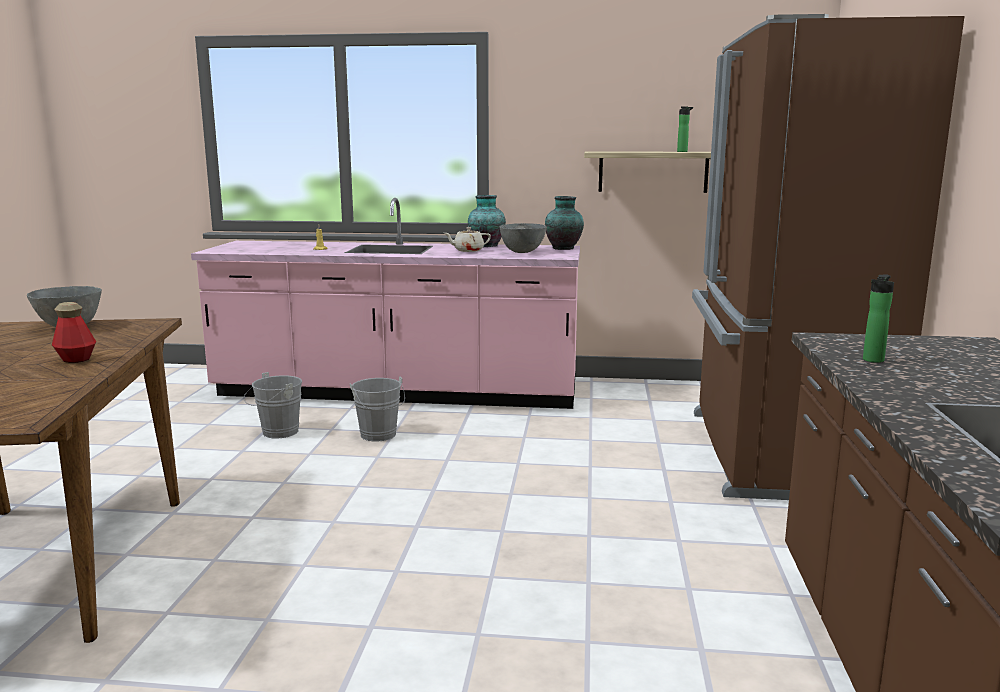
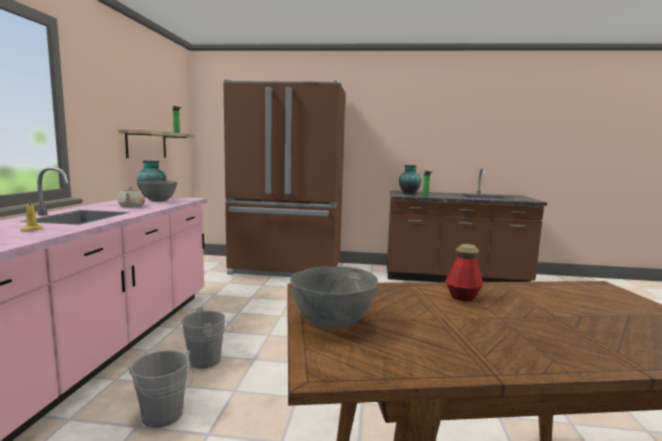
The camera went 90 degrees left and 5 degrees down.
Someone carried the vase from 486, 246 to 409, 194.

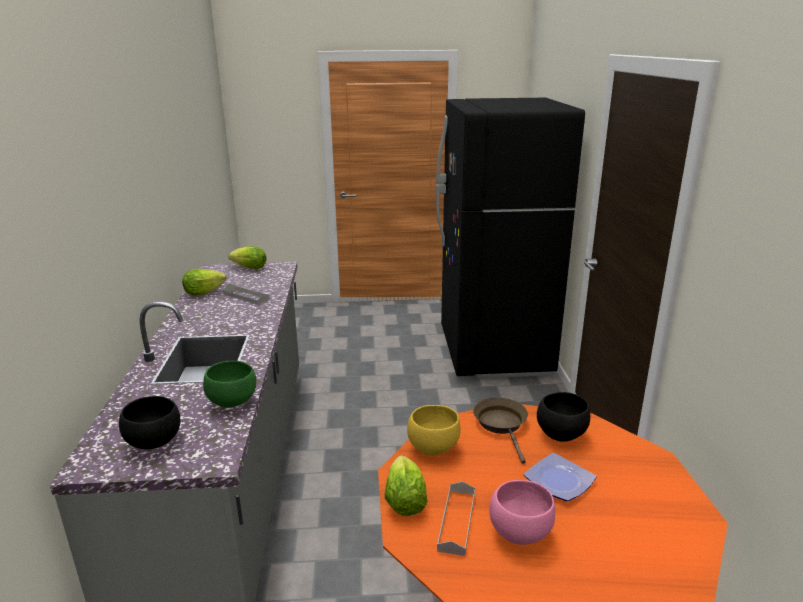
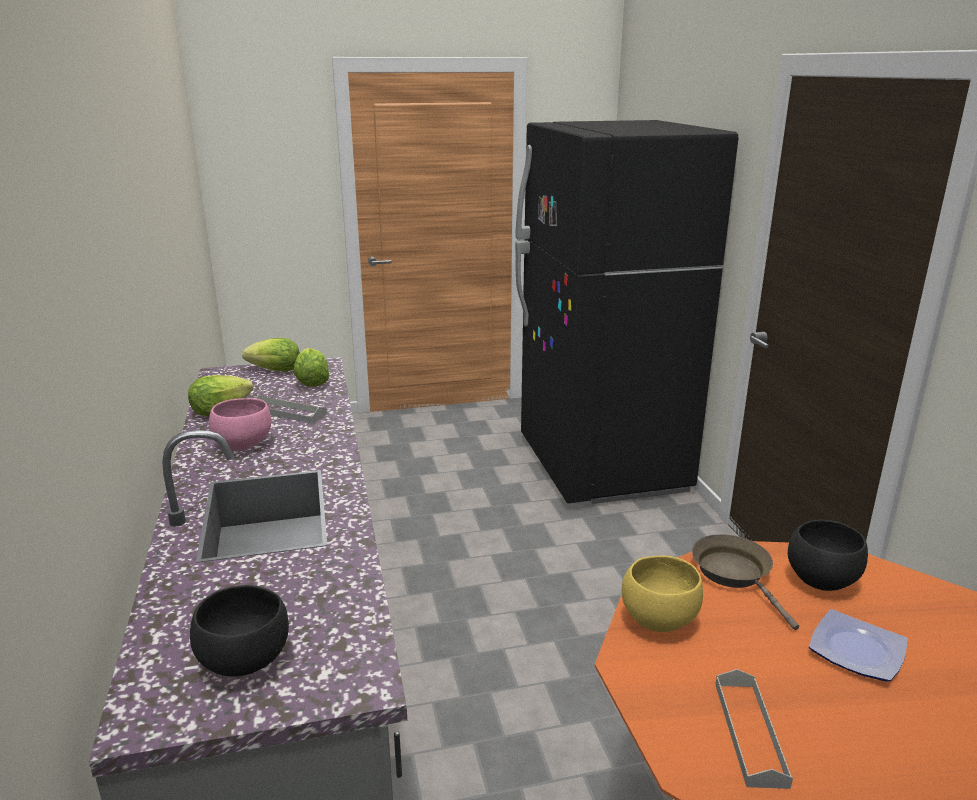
The camera went 10 degrees left and 0 degrees up.
Someone carried the pink-coloured deep dish from 519, 532 to 243, 445.
Someone carried the head of lettuce from 404, 501 to 312, 382.
Someone took away the green-coloured deep dish at 233, 402.

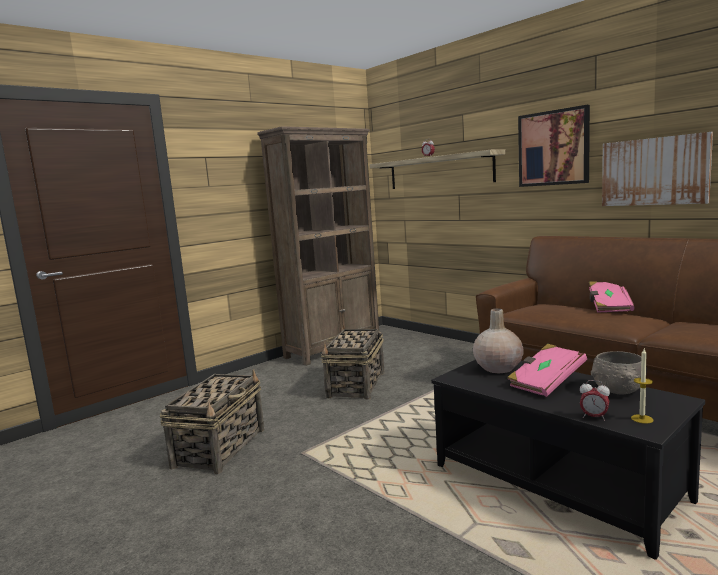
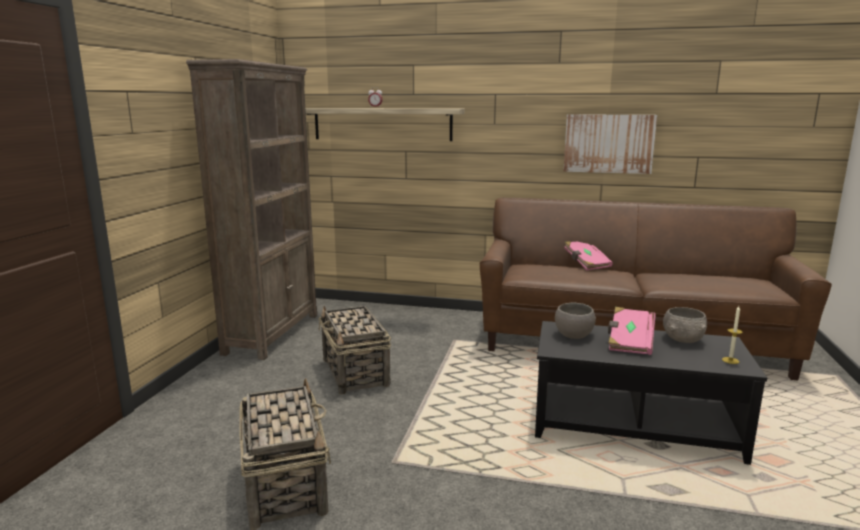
The camera went 35 degrees left and 5 degrees up.
Someone swapped the sand-coloured vase at 498, 368 for the greyish deep dish at 573, 334.
Someone took away the wall picture at 553, 148.
Someone took away the alarm clock at 594, 417.

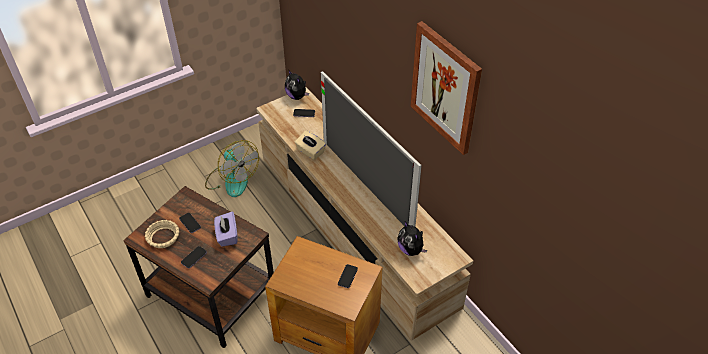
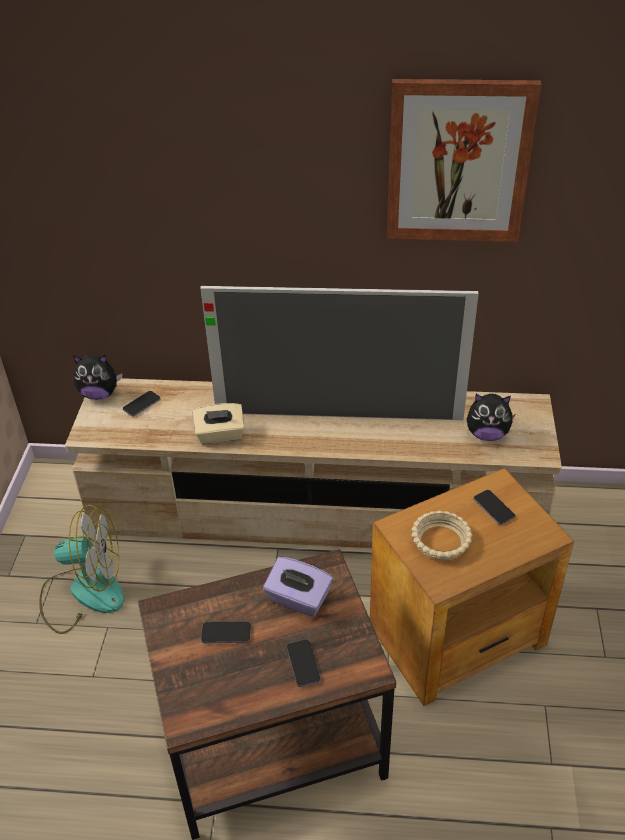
The camera went 50 degrees left and 5 degrees down.
Someone carried the sand-coloured deep dish from 163, 237 to 440, 541.

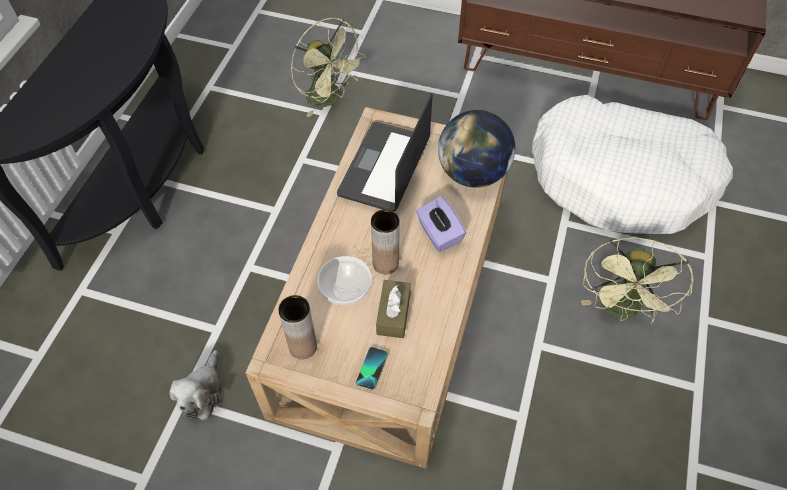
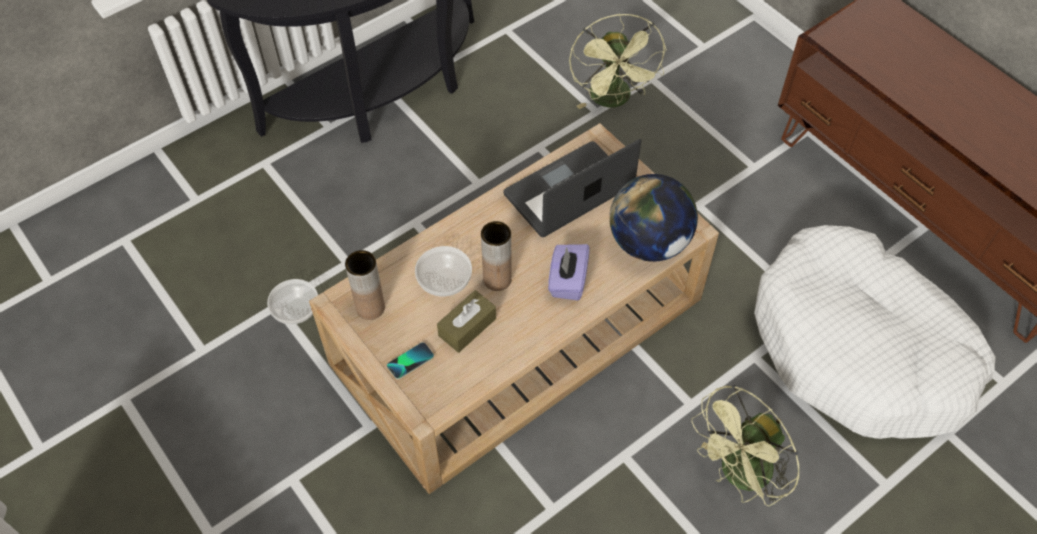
The camera went 35 degrees right and 0 degrees up.
Someone swapped the plush toy at 202, 392 for the deep dish at 296, 309.

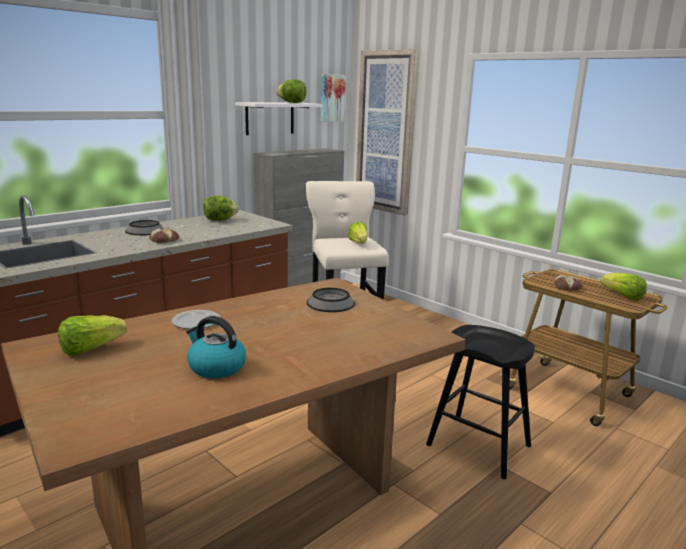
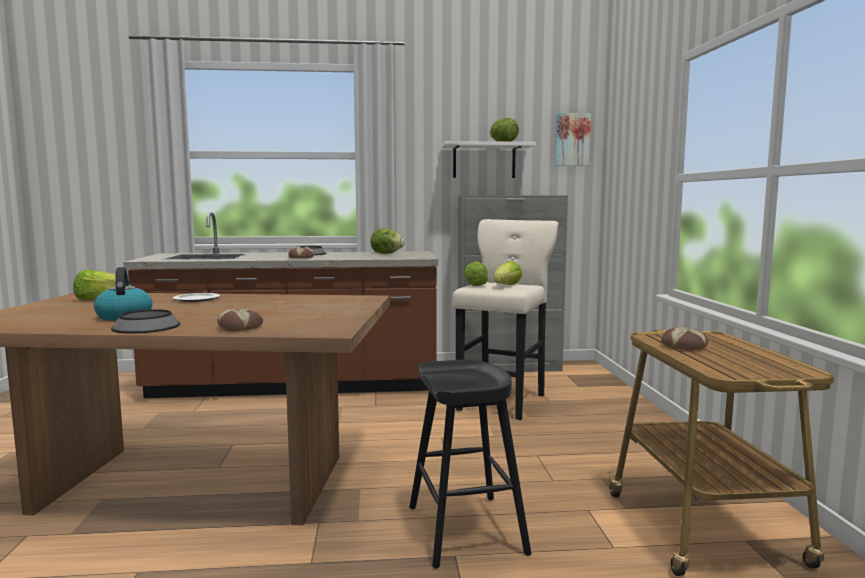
The camera went 40 degrees right and 10 degrees down.
Someone carried the deep dish from 330, 303 to 146, 326.
Someone put down the bread at 240, 327.
Someone carried the head of lettuce from 622, 296 to 475, 284.
Someone took away the wall picture at 386, 133.

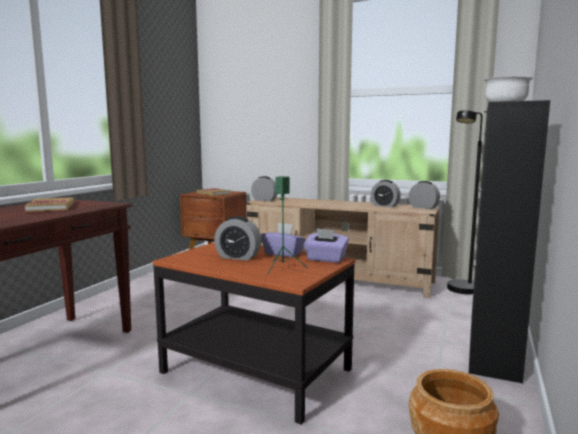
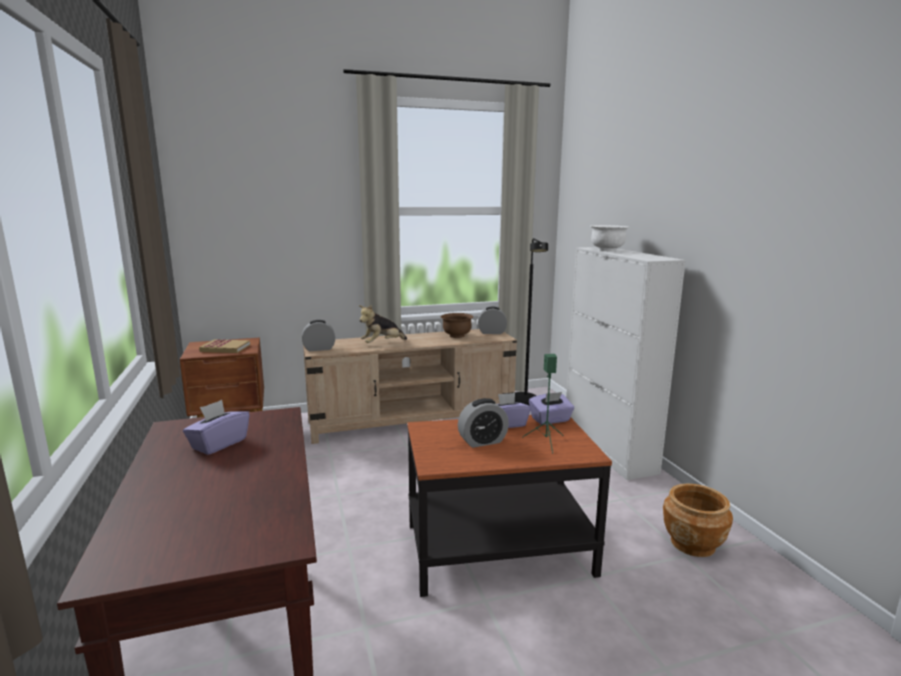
The camera went 40 degrees left and 5 degrees up.
Someone swapped the bound book at 51, 207 for the purple tissue holder at 218, 444.
Someone put down the plush toy at 382, 344.
Someone swapped the alarm clock at 385, 205 for the brown deep dish at 456, 336.
Someone repainted the black cupboard at 492, 345, which became the white-coloured cupboard at 608, 449.

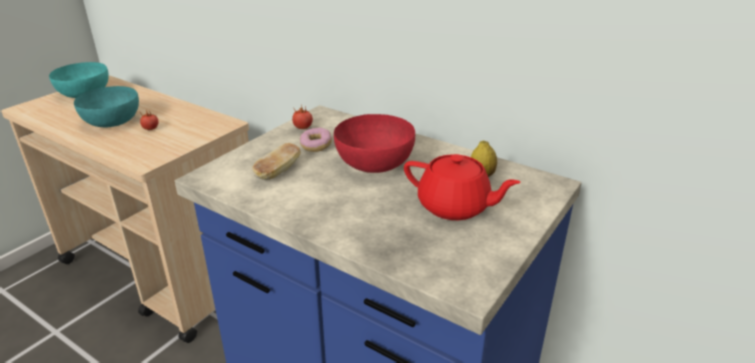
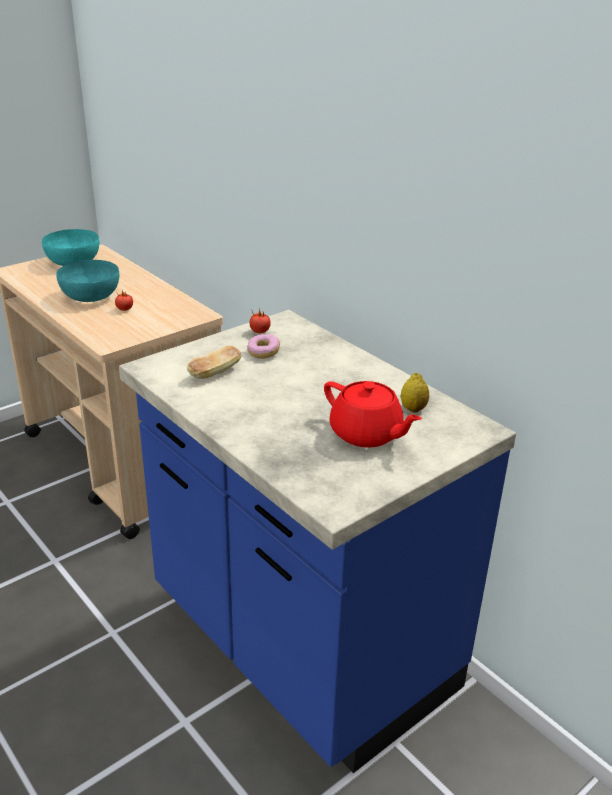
The camera went 15 degrees right and 0 degrees up.
Someone took away the reddish deep dish at 375, 164.

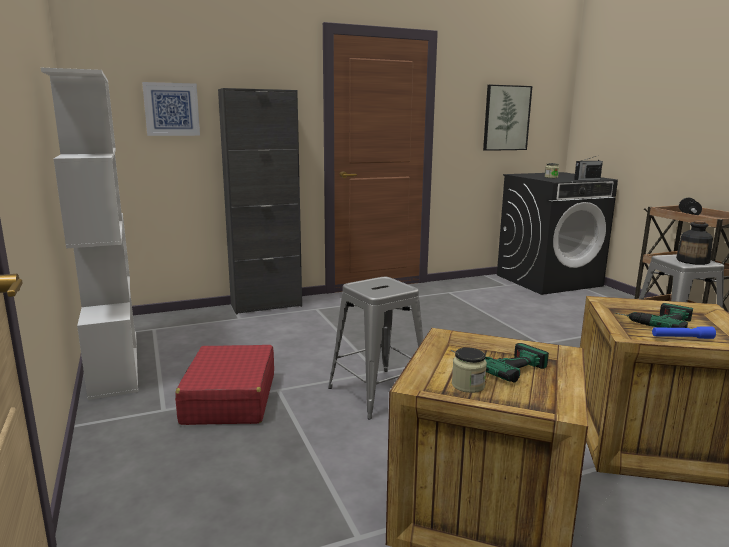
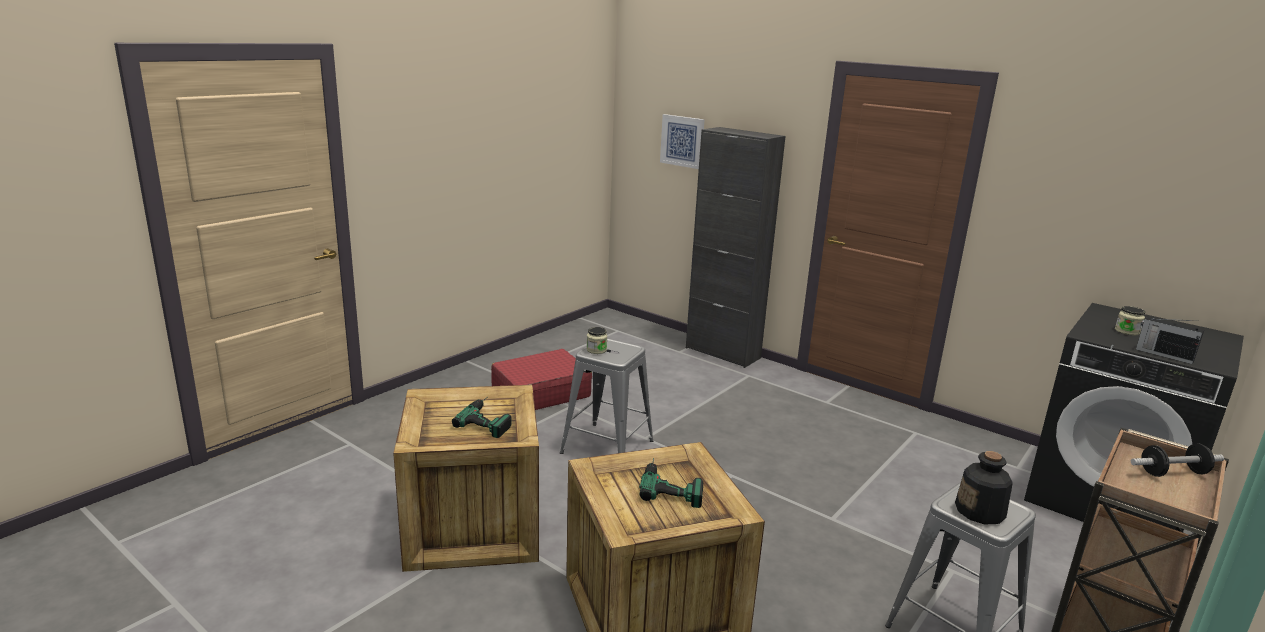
The camera went 60 degrees right and 5 degrees up.
Someone carried the preserve jar from 468, 385 to 596, 350.
Someone took away the white-coloured bookcase at 114, 362.
Someone took away the wall picture at 506, 118.
Someone took away the blue hand torch at 682, 337.

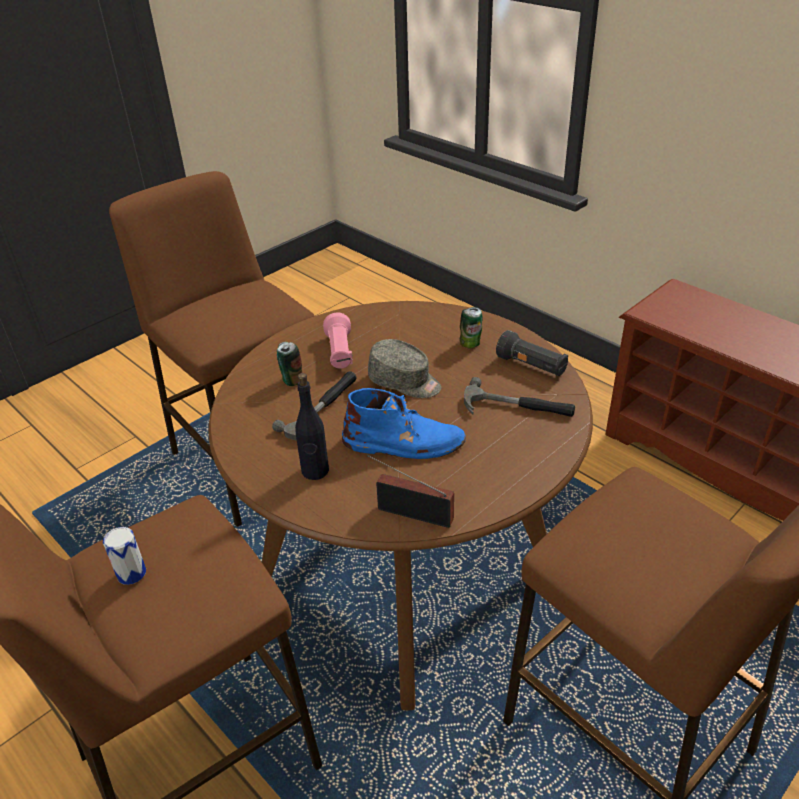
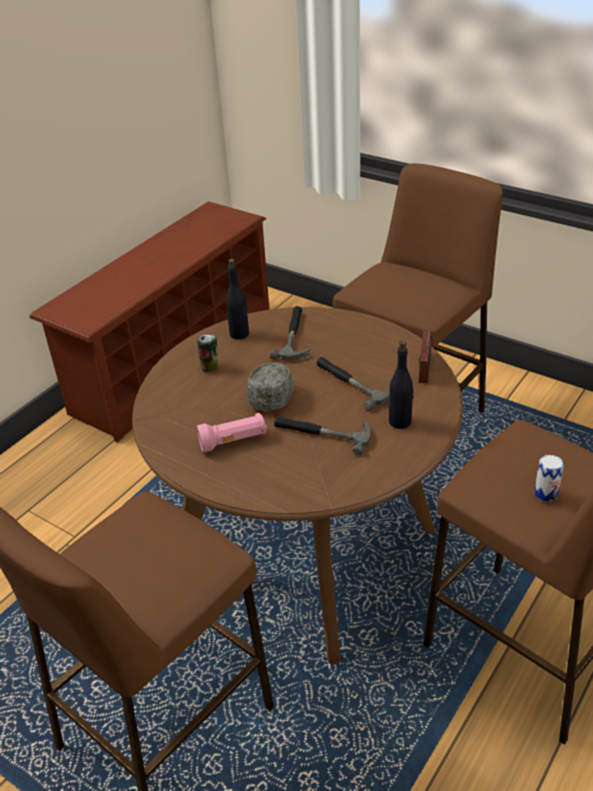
The camera went 100 degrees left and 0 degrees up.
Someone swapped the black hand torch at 531, 366 for the black bottle at 239, 334.
Someone swapped the blue high-top boot at 404, 443 for the hammer at 352, 383.
Someone took away the sealed can at 292, 380.

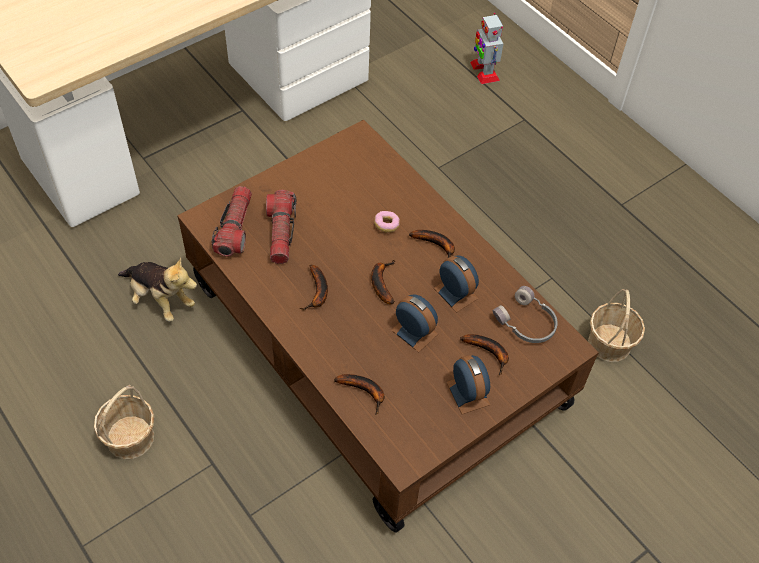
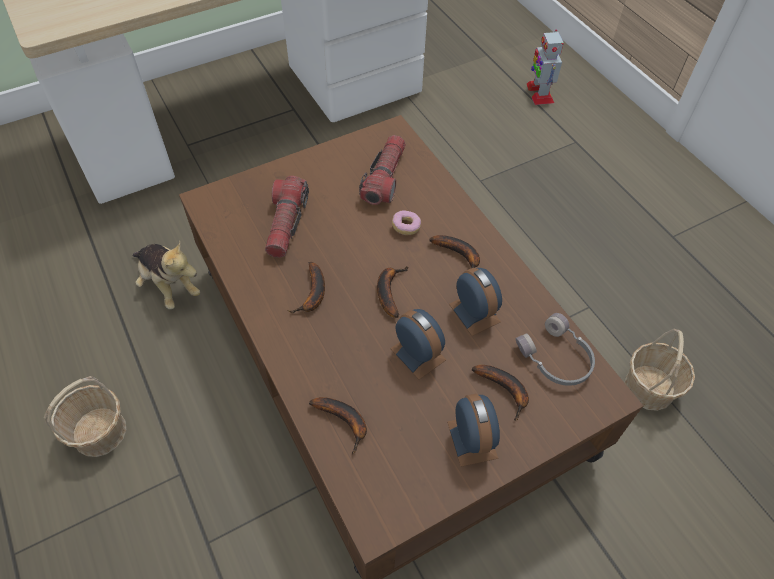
The camera went 10 degrees right and 0 degrees up.
Someone carried the hand torch from 235, 228 to 385, 178.

